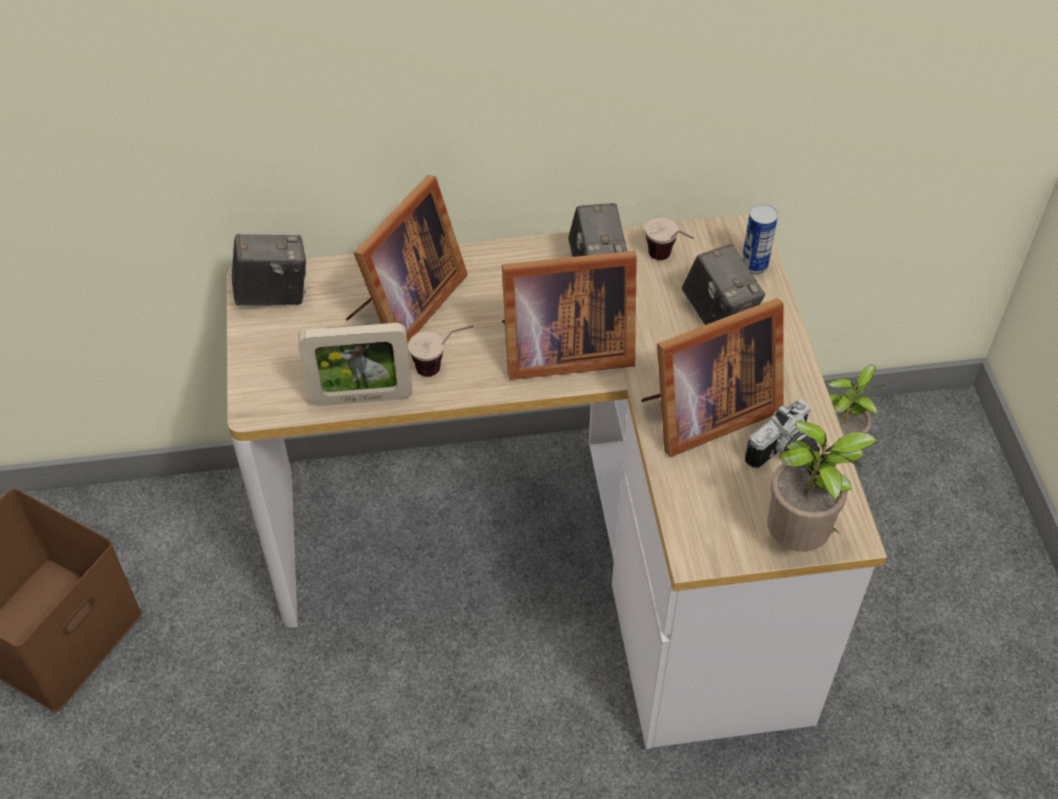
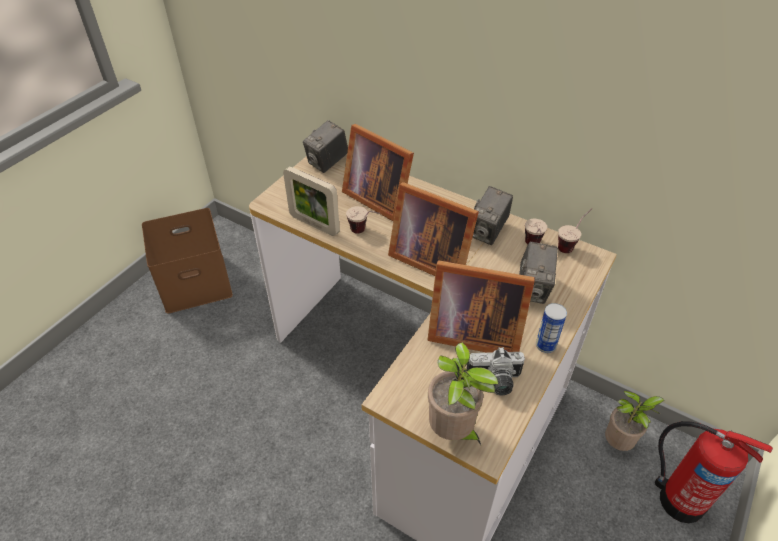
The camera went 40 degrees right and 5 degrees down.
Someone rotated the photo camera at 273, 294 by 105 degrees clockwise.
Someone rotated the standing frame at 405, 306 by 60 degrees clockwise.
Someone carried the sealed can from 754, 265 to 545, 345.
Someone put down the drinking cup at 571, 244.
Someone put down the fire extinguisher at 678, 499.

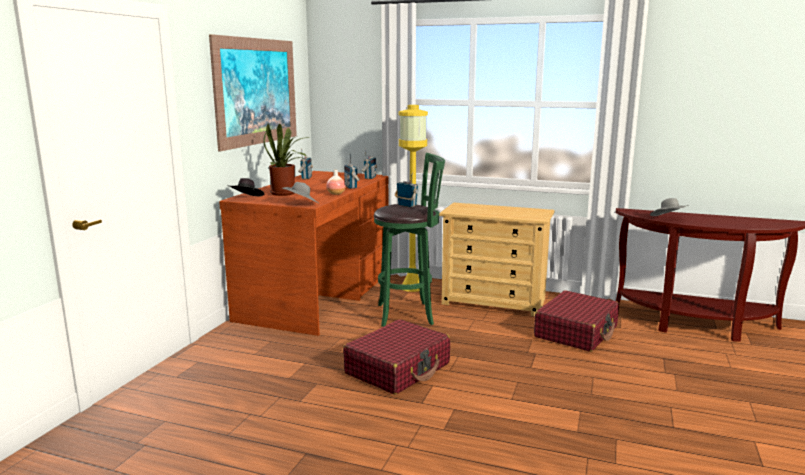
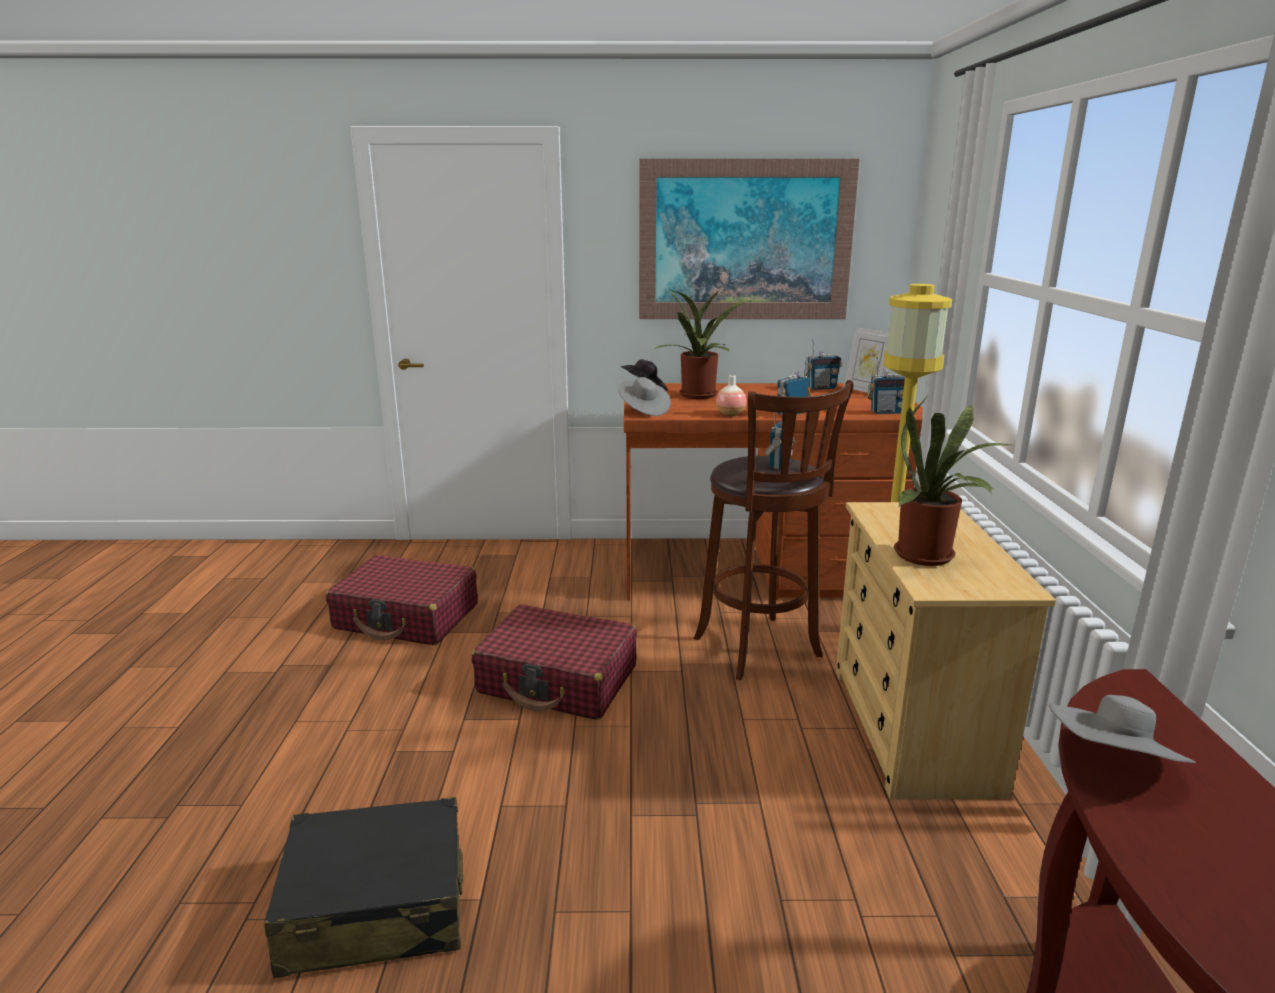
The camera went 70 degrees right and 5 degrees up.
Someone put down the black suitcase at 375, 908.
Someone carried the reddish suitcase from 576, 332 to 407, 617.
Someone repainted the green-coloured stool seat at 409, 314, which became the brown stool seat at 761, 650.
Someone put down the standing frame at 865, 390.
Someone put down the plant in a pot at 930, 557.

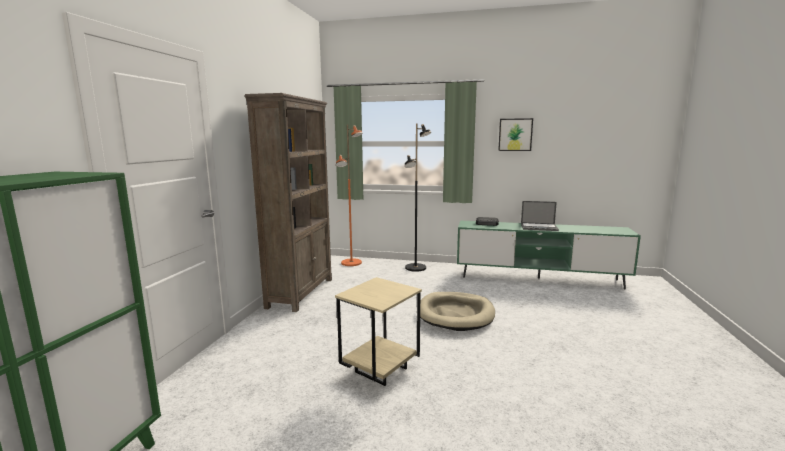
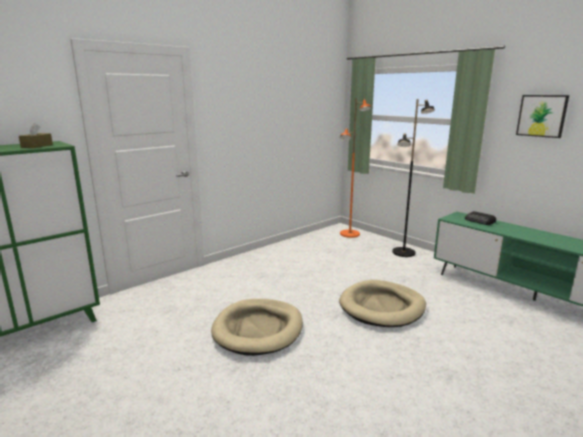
The camera went 35 degrees right and 5 degrees up.
Someone put down the brown tissue holder at 37, 146.
Someone swapped the sand-coloured side table at 379, 370 for the sand-coloured dog bed at 258, 329.
Someone took away the brown bookcase at 301, 292.
Someone took away the portable computer at 539, 227.

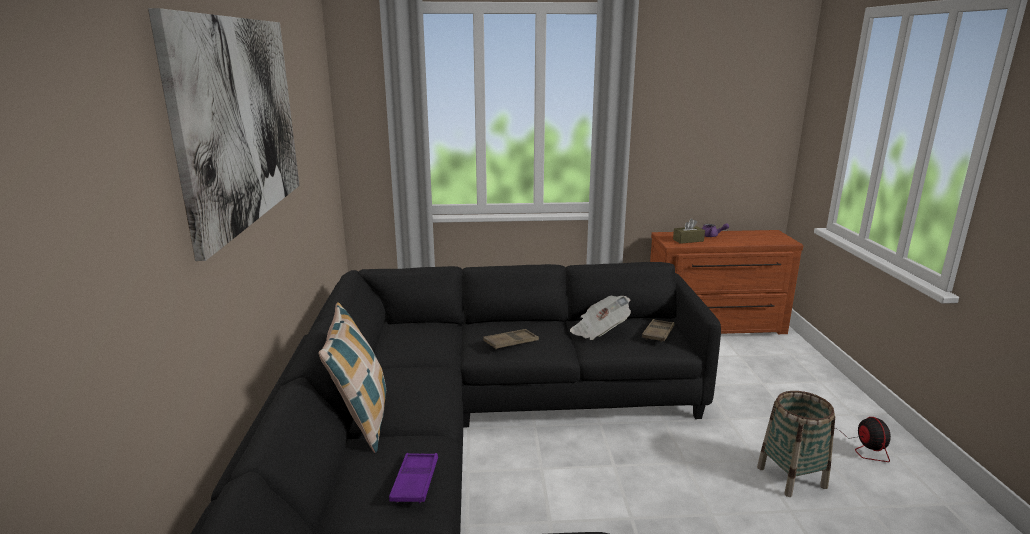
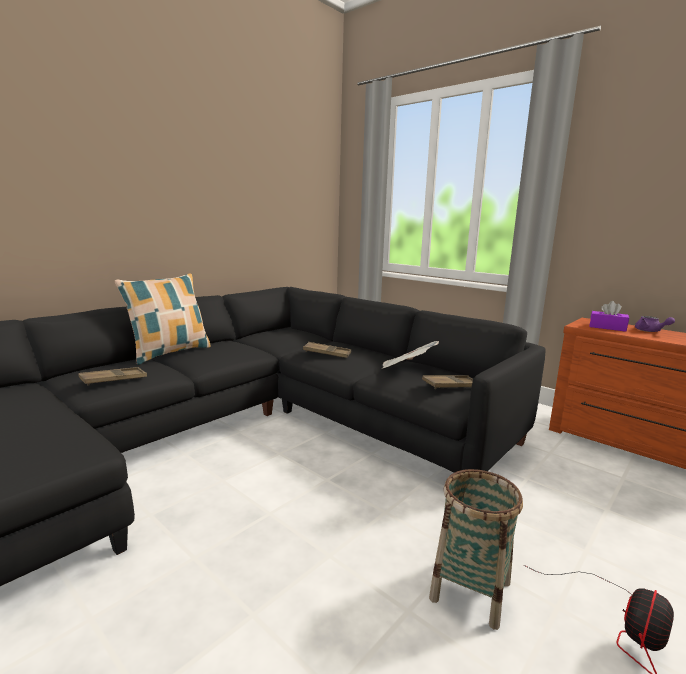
The camera went 45 degrees right and 5 degrees down.
Someone repainted the purple serving tray at 415, 482, which became the brown serving tray at 114, 380.
Someone repainted the brown tissue holder at 688, 240, which became the purple tissue holder at 607, 327.
Someone took away the wall picture at 240, 121.

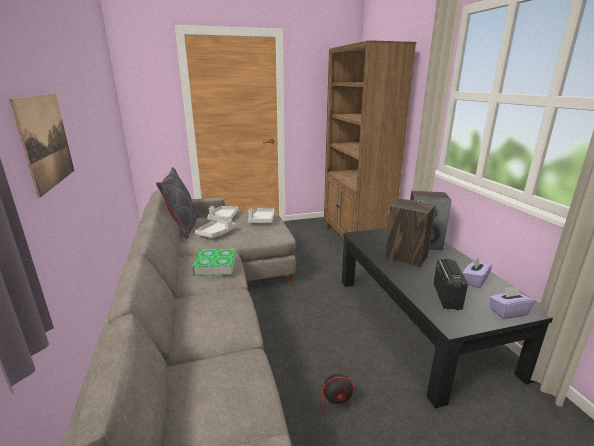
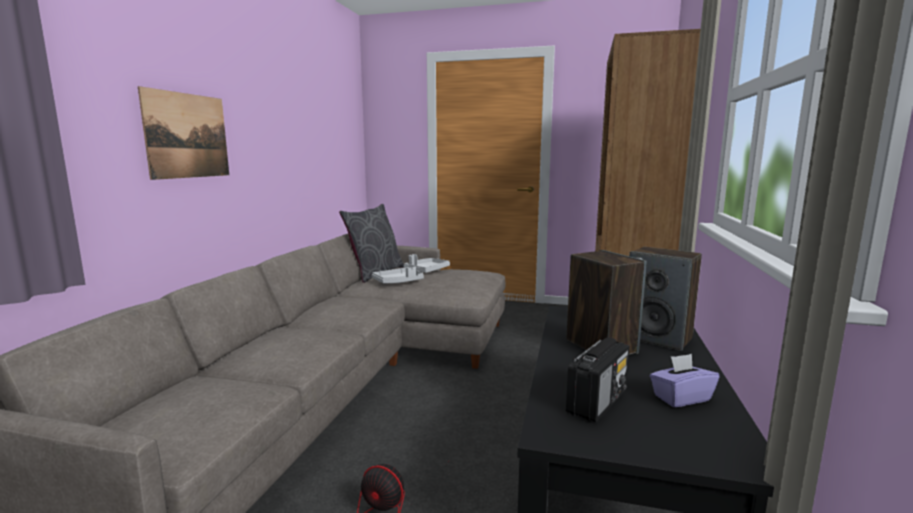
The camera went 30 degrees right and 10 degrees down.
Someone took away the bound book at 215, 265.
Someone took away the greyish serving tray at 261, 220.
Someone took away the purple tissue holder at 508, 312.

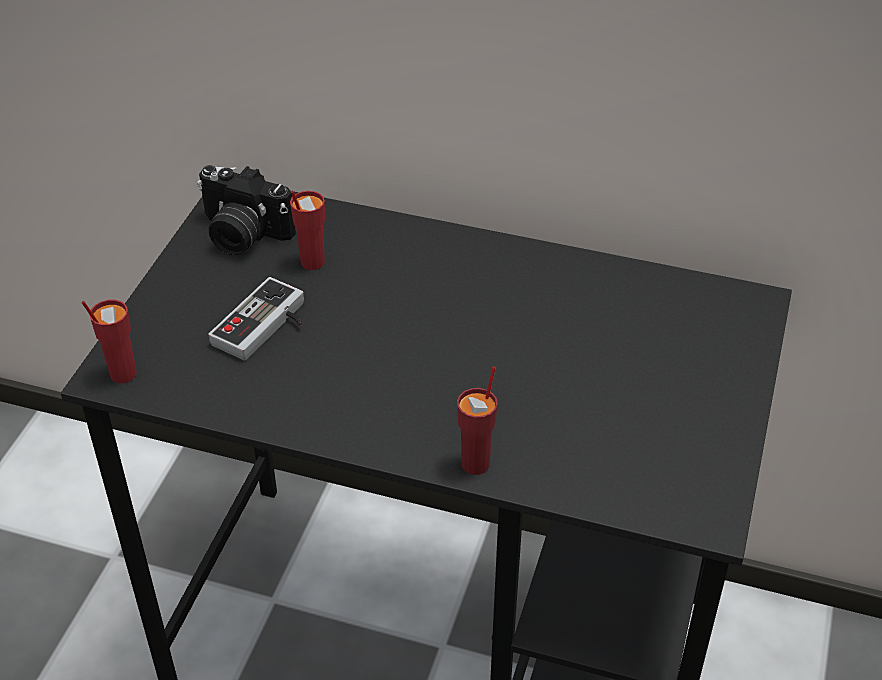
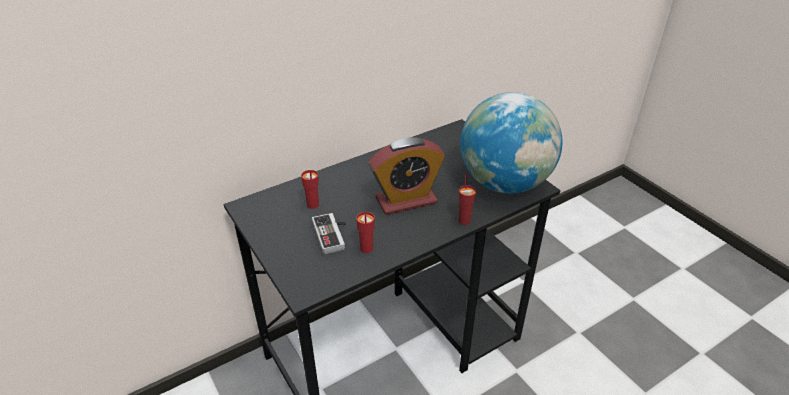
The camera went 50 degrees left and 5 degrees down.
Someone carried the reddish drinking cup from 122, 374 to 366, 249.
Someone put down the alarm clock at 406, 200.
Someone put down the globe at 504, 183.
Someone took away the photo camera at 241, 234.

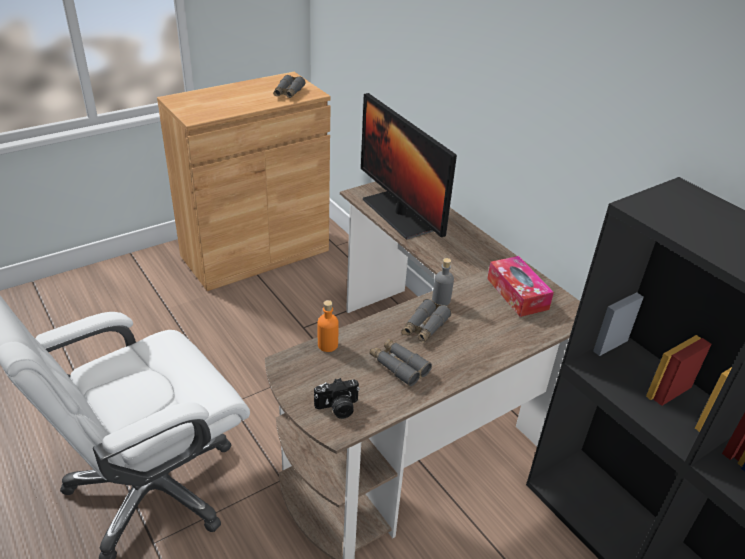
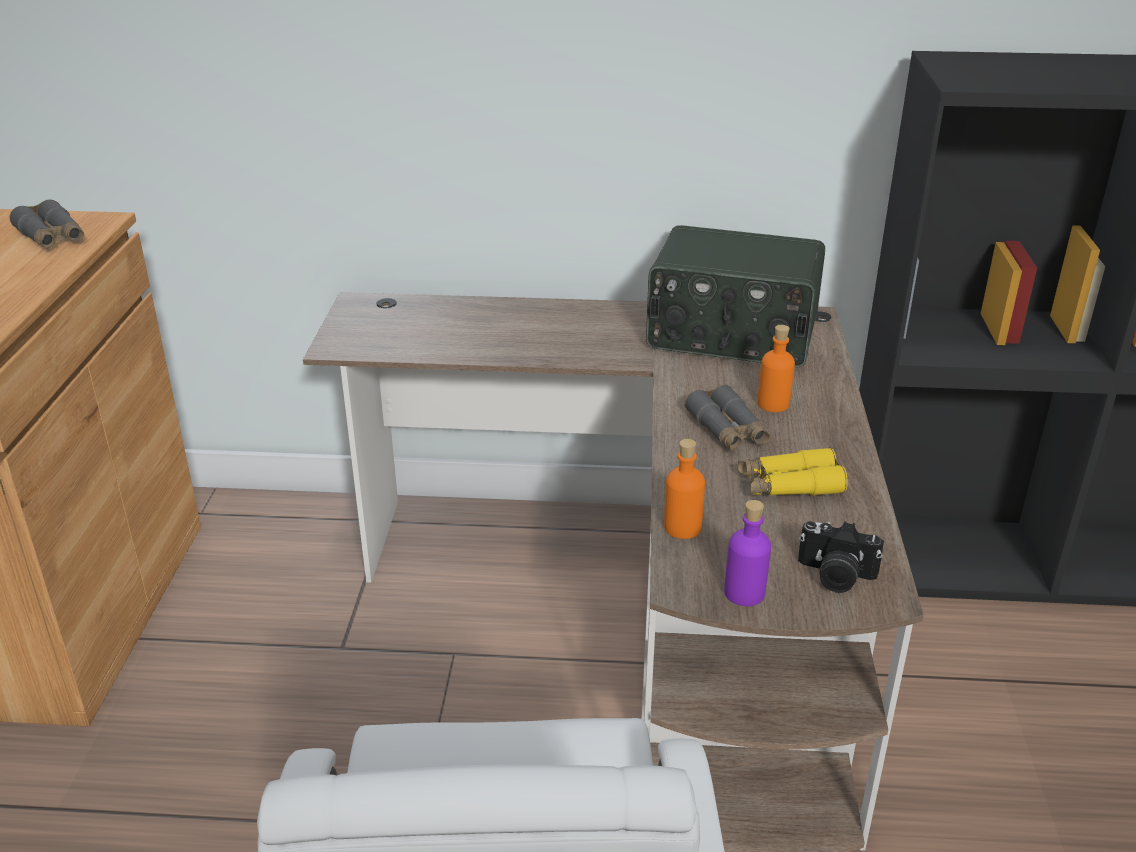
The camera went 50 degrees left and 5 degrees down.
Someone swapped the tissue holder at 517, 294 for the radio set at 732, 335.
Someone put down the purple bottle at 744, 593.
Someone repainted the greyish pair of binoculars at 398, 366, which became the yellow-coloured pair of binoculars at 789, 485.
Someone put down the orange-coloured bottle at 773, 404.
Someone rotated the photo camera at 338, 408 by 90 degrees clockwise.
Someone took away the computer display at 399, 214.
Someone took away the greyish bottle at 441, 300.

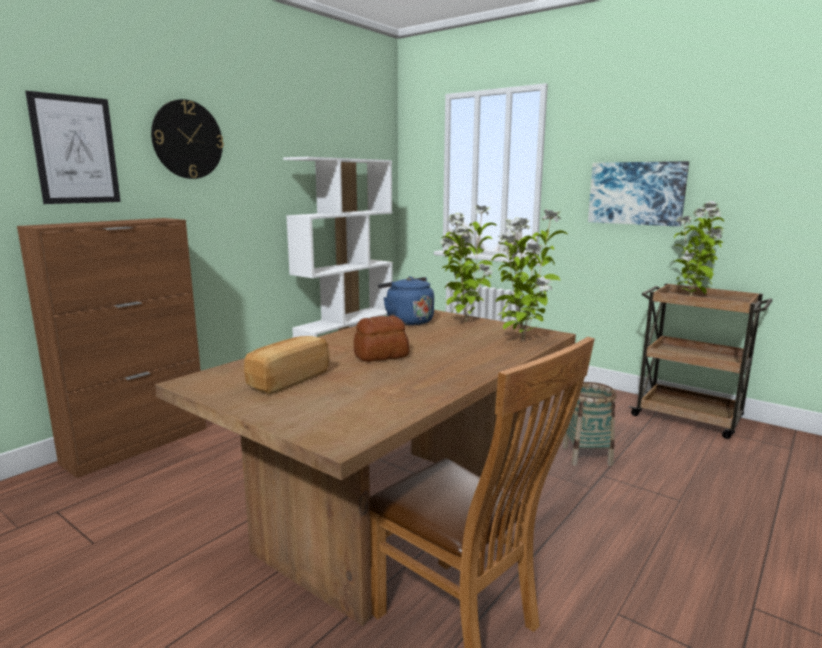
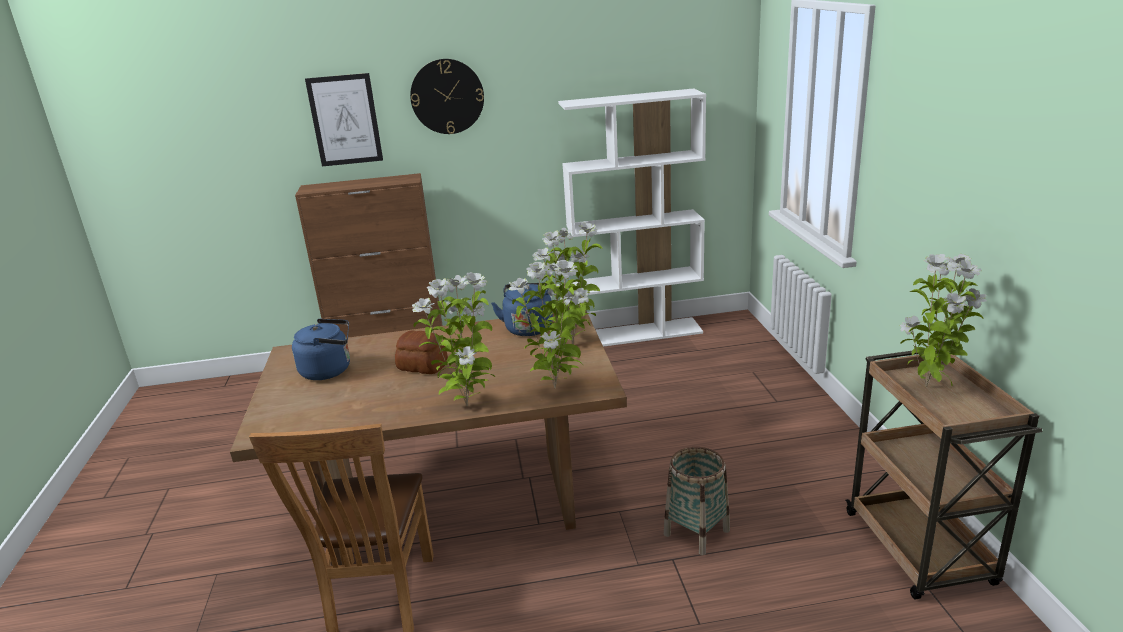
The camera went 45 degrees right and 10 degrees up.
Someone swapped the bread at 287, 380 for the blue tea kettle at 329, 370.
Someone put down the plant in a pot at 467, 405.
Someone took away the wall picture at 636, 193.

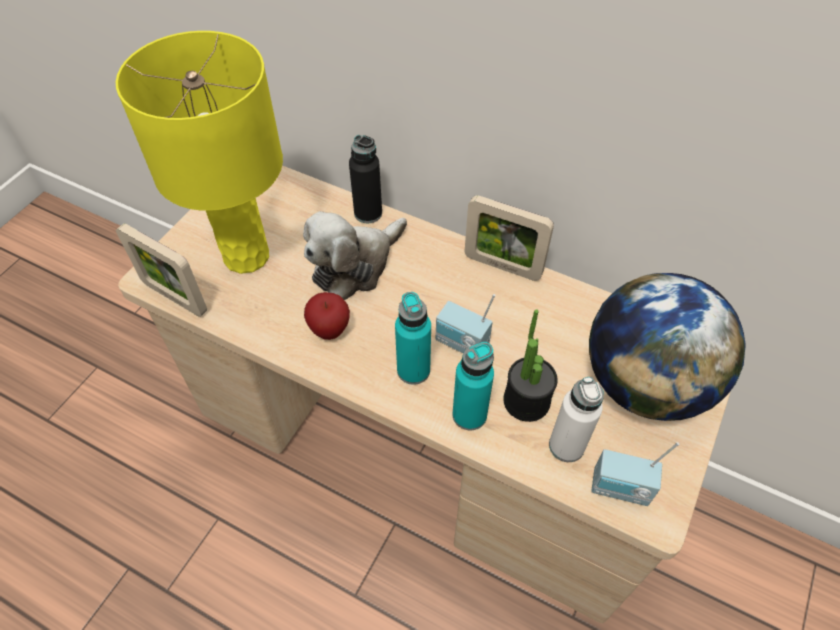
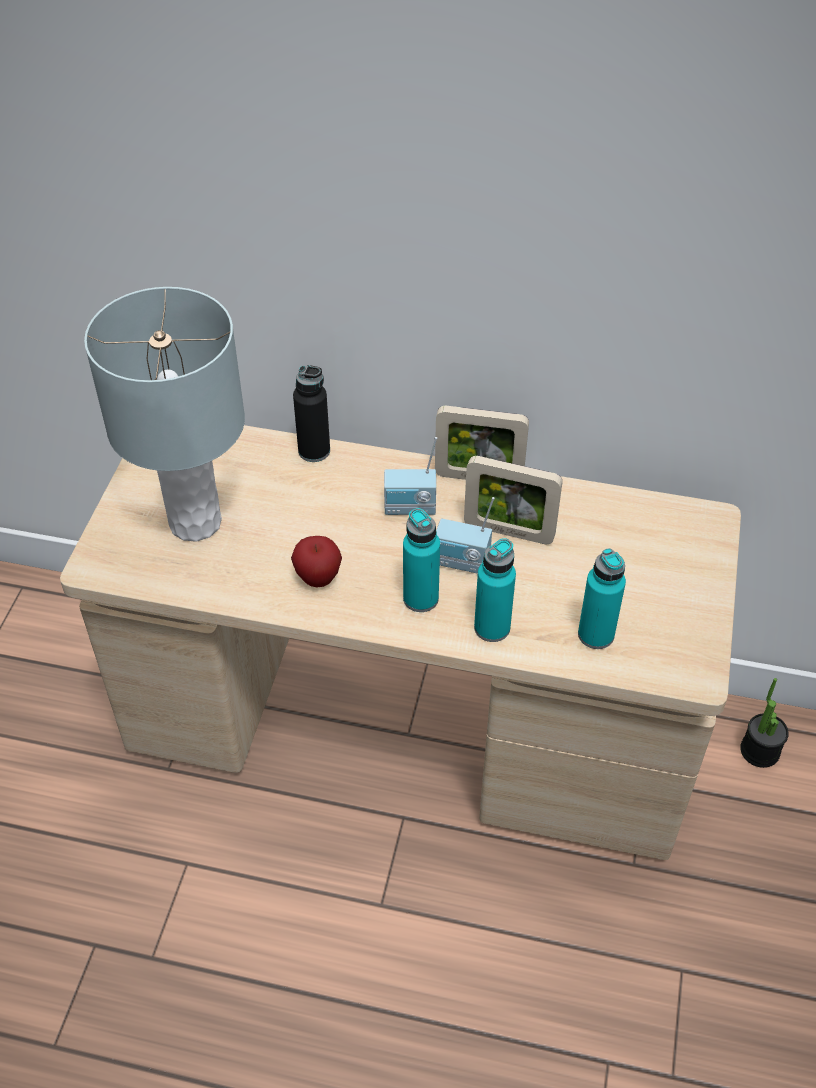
The camera went 15 degrees left and 5 degrees down.
Someone repainted the yellow-coloured table lamp at 247, 256, which became the greyish table lamp at 196, 522.
Someone carried the radio set from 620, 490 to 410, 509.
Someone carried the standing frame from 175, 297 to 509, 532.
Someone repainted the white-coloured bottle at 566, 446, which became the turquoise-coloured bottle at 596, 634.
Someone carried the plant in a pot from 526, 401 to 759, 751.
Someone took away the plush toy at 355, 265.
Someone took away the globe at 645, 383.

